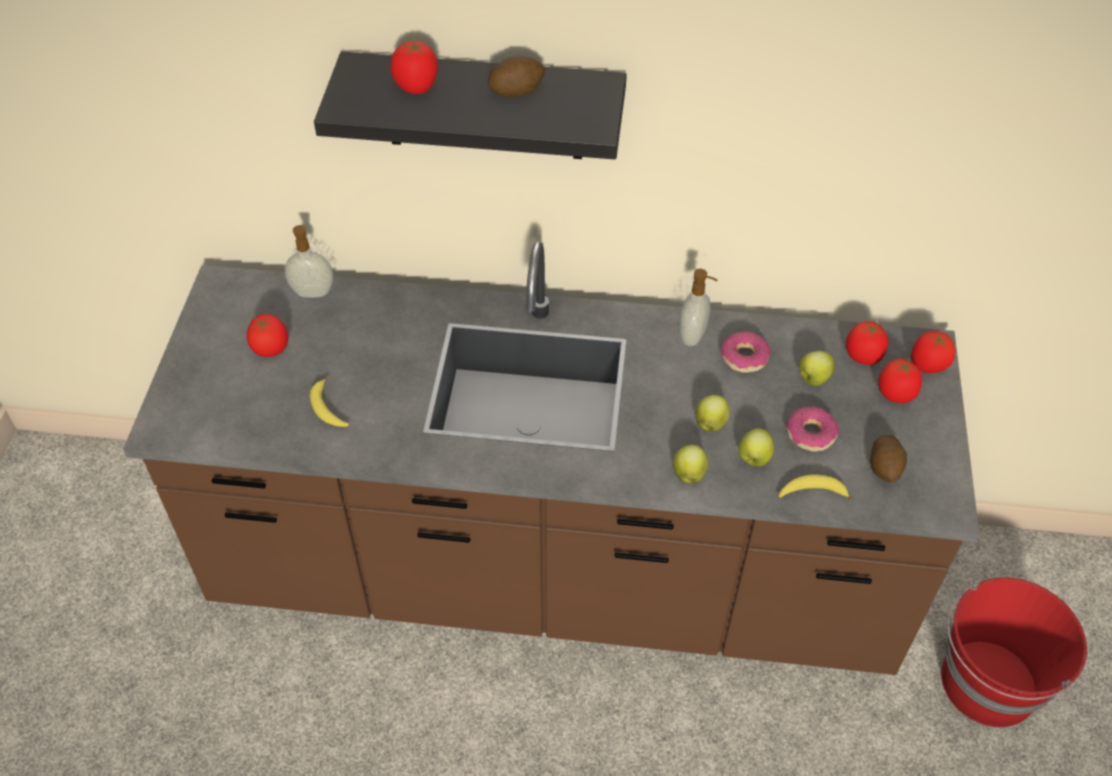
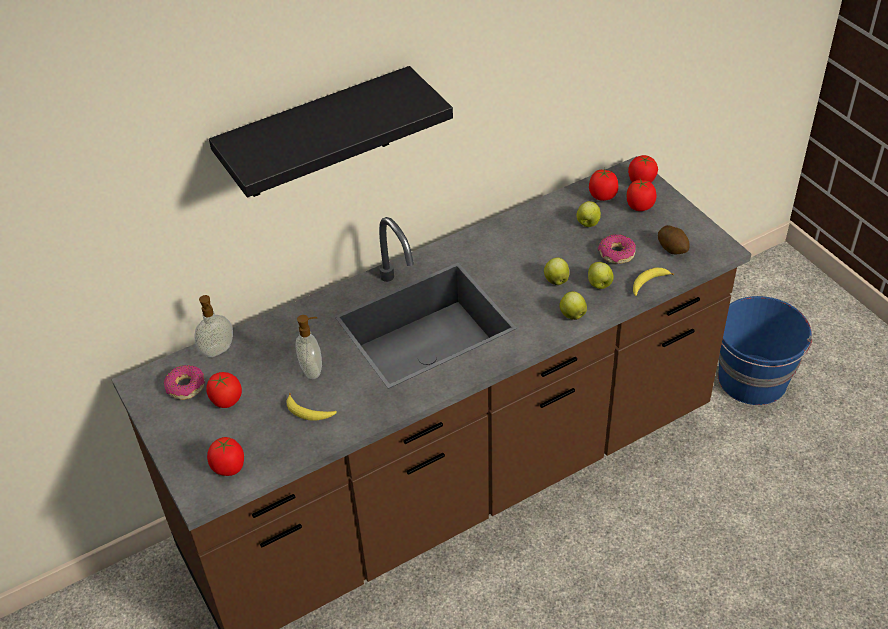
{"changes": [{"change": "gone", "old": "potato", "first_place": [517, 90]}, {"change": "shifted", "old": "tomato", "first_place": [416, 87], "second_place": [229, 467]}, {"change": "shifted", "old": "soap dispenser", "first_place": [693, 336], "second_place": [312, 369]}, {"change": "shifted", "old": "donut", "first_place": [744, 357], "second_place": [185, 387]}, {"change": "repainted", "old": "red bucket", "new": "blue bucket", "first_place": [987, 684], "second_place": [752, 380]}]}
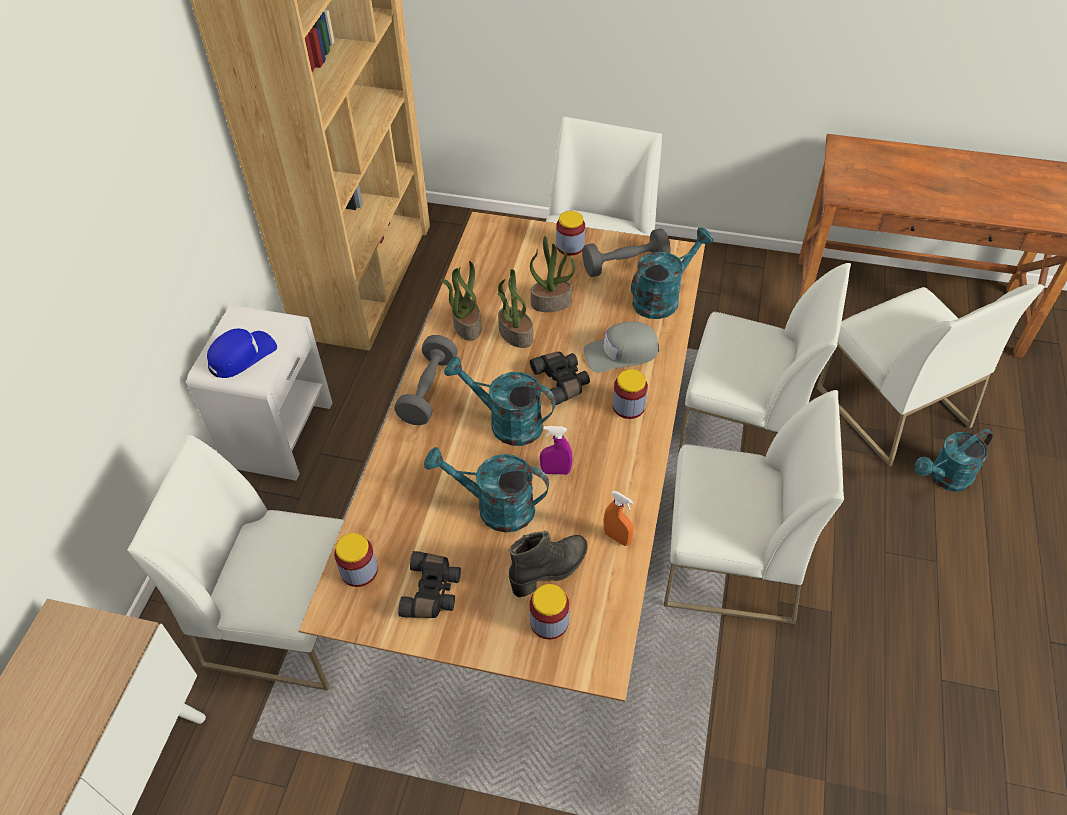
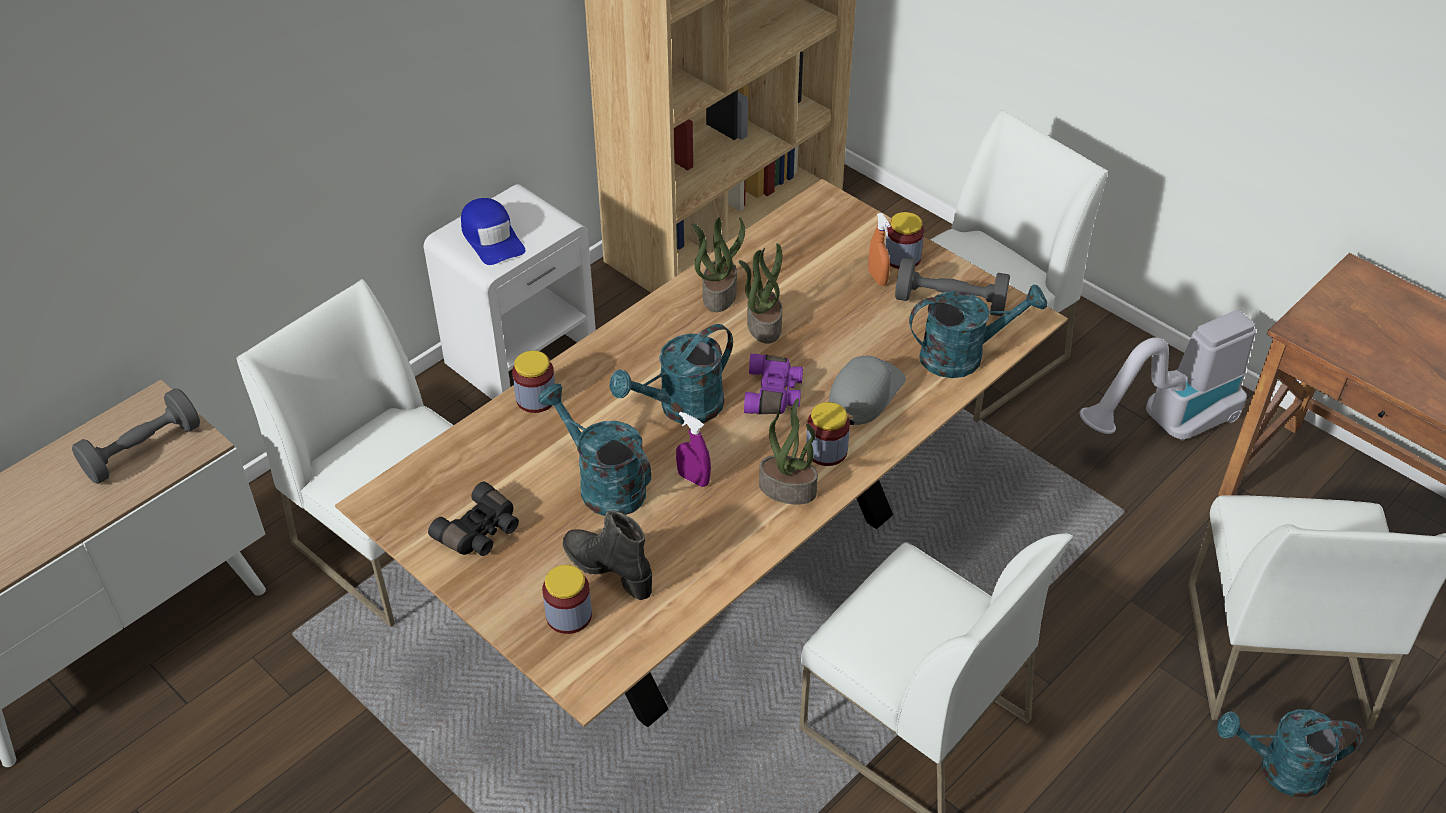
{"changes": [{"change": "gone", "old": "white chair", "first_place": [743, 428]}, {"change": "new", "new": "vacuum cleaner", "second_place": [1165, 426]}, {"change": "shifted", "old": "jar", "first_place": [359, 570], "second_place": [536, 398]}, {"change": "shifted", "old": "grey dumbbell", "first_place": [428, 391], "second_place": [143, 450]}, {"change": "shifted", "old": "potted plant", "first_place": [551, 302], "second_place": [788, 488]}, {"change": "shifted", "old": "orange spray bottle", "first_place": [617, 537], "second_place": [877, 278]}, {"change": "repainted", "old": "black binoculars", "new": "purple binoculars", "first_place": [562, 381], "second_place": [774, 394]}, {"change": "rotated", "old": "blue cap", "first_place": [242, 355], "second_place": [492, 238], "degrees": 75}, {"change": "rotated", "old": "turquoise watering can", "first_place": [506, 422], "second_place": [681, 408], "degrees": -90}, {"change": "rotated", "old": "black boot", "first_place": [550, 571], "second_place": [609, 569], "degrees": -135}, {"change": "rotated", "old": "grey cap", "first_place": [621, 353], "second_place": [865, 393], "degrees": 105}]}
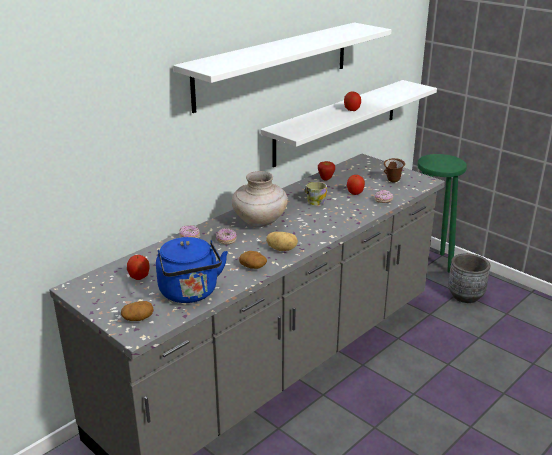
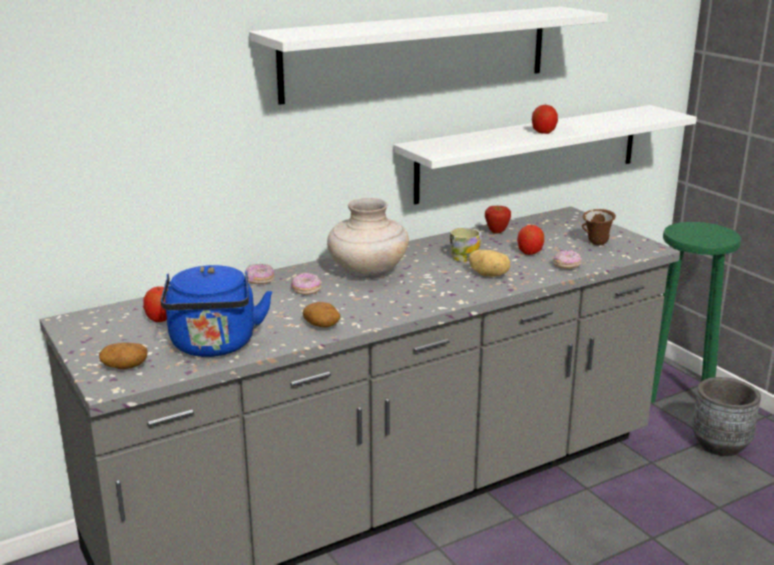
{"changes": [{"change": "shifted", "old": "potato", "first_place": [282, 249], "second_place": [489, 275]}]}
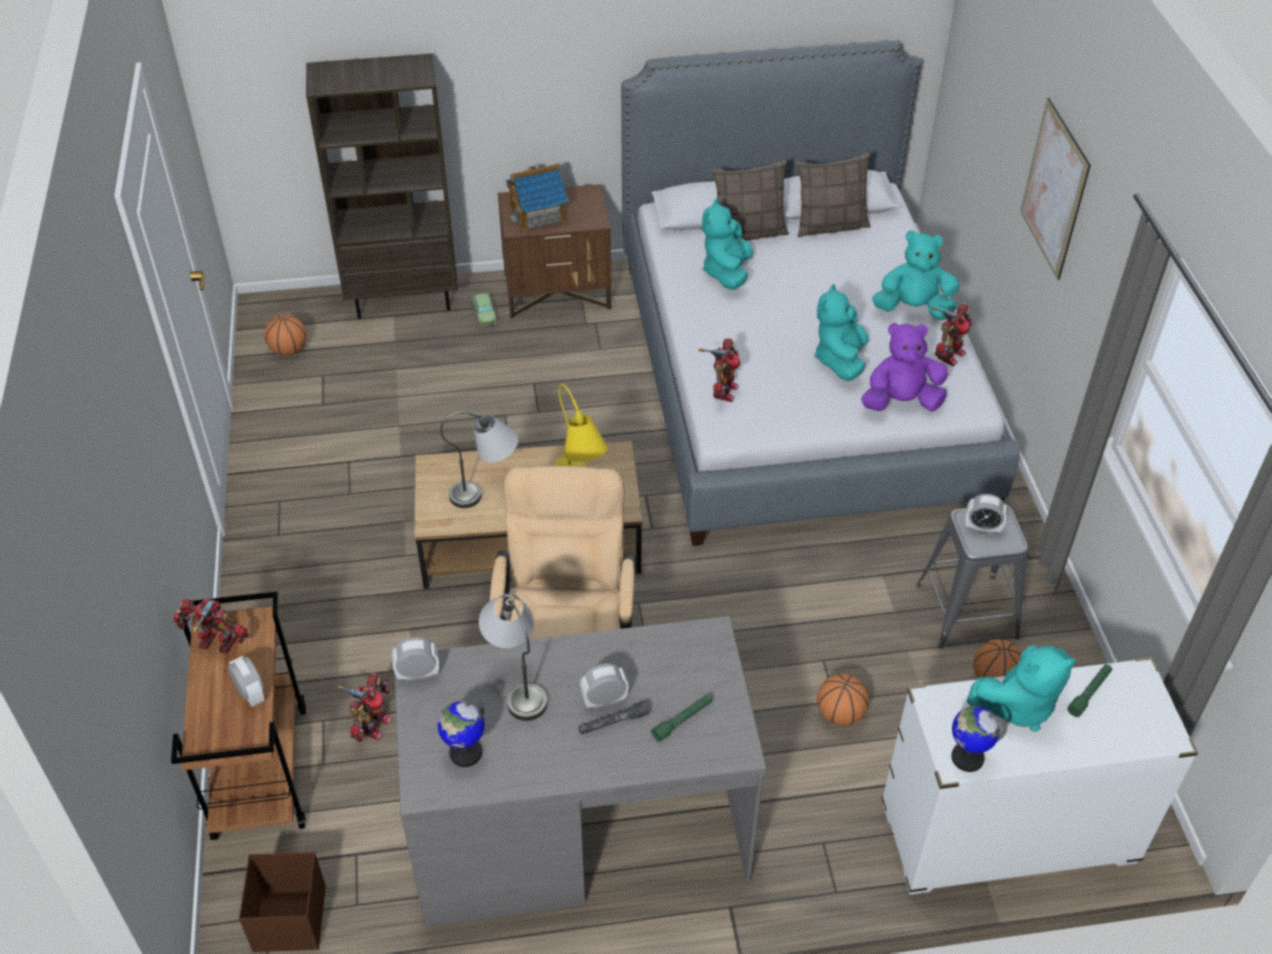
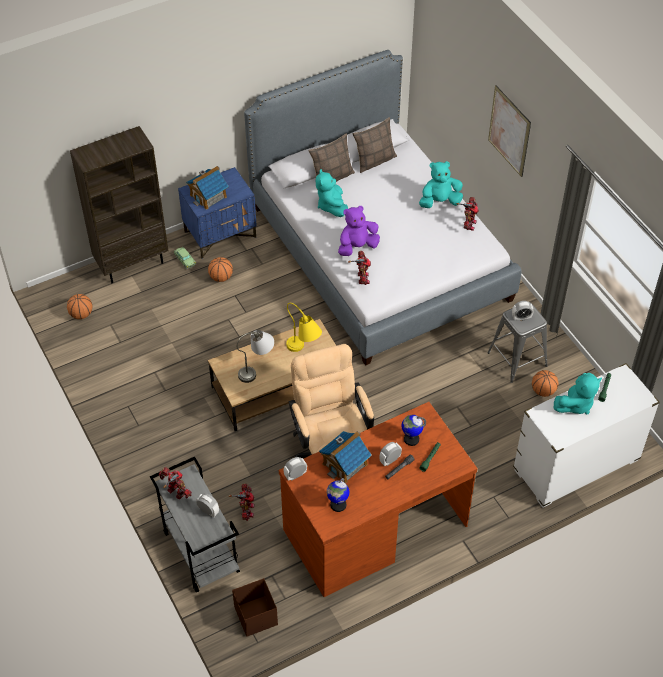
{"changes": [{"change": "gone", "old": "turquoise plush toy", "first_place": [840, 360]}, {"change": "shifted", "old": "basketball", "first_place": [840, 714], "second_place": [221, 277]}, {"change": "shifted", "old": "purple plush toy", "first_place": [901, 402], "second_place": [357, 247]}, {"change": "shifted", "old": "globe", "first_place": [967, 757], "second_place": [411, 439]}, {"change": "swapped", "old": "grey table lamp", "new": "toy house", "first_place": [518, 682], "second_place": [345, 464]}, {"change": "repainted", "old": "brown cart", "new": "grey cart", "first_place": [259, 770], "second_place": [200, 551]}, {"change": "repainted", "old": "grey desk", "new": "brown desk", "first_place": [578, 826], "second_place": [374, 527]}, {"change": "repainted", "old": "brown nightstand", "new": "blue nightstand", "first_place": [558, 292], "second_place": [220, 234]}, {"change": "rotated", "old": "toy robot", "first_place": [217, 644], "second_place": [176, 492], "degrees": 45}]}
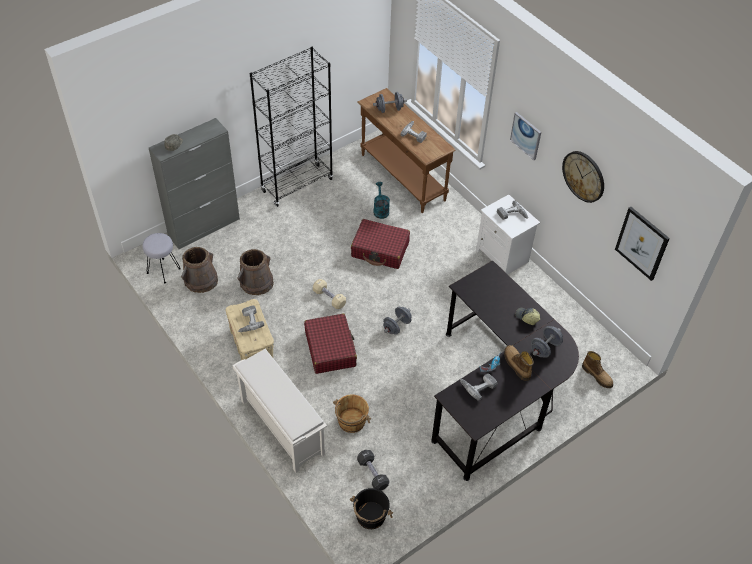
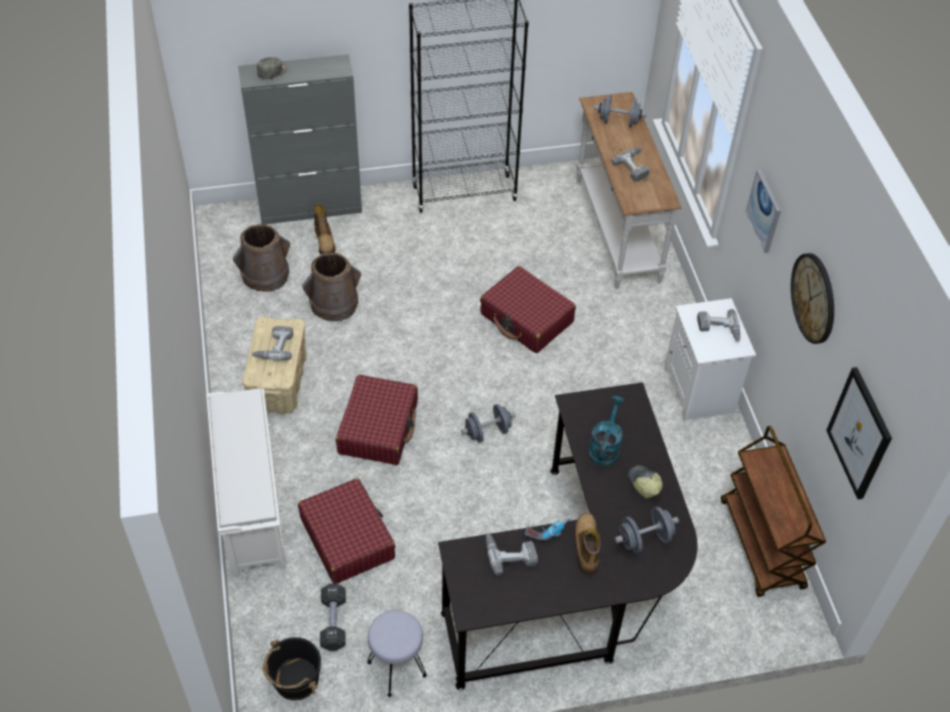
{"changes": [{"change": "gone", "old": "beige dumbbell", "first_place": [329, 298]}, {"change": "new", "new": "brown cart", "second_place": [762, 545]}, {"change": "shifted", "old": "grey stool", "first_place": [163, 270], "second_place": [397, 668]}, {"change": "shifted", "old": "turquoise watering can", "first_place": [380, 210], "second_place": [604, 447]}, {"change": "shifted", "old": "boot", "first_place": [597, 375], "second_place": [325, 241]}, {"change": "swapped", "old": "brown bucket", "new": "red suitcase", "first_place": [351, 421], "second_place": [347, 538]}, {"change": "repainted", "old": "brown console table", "new": "white console table", "first_place": [402, 177], "second_place": [615, 230]}]}
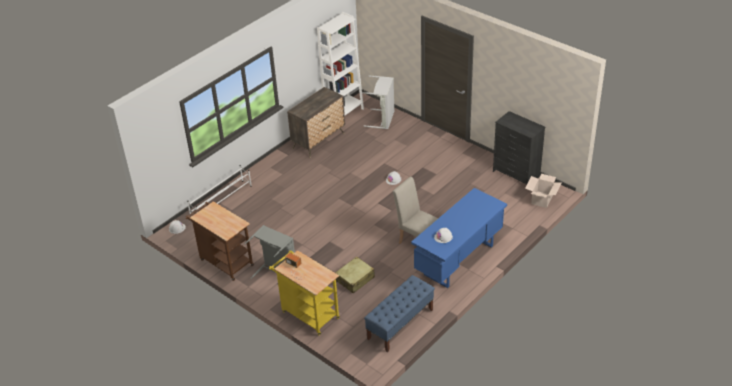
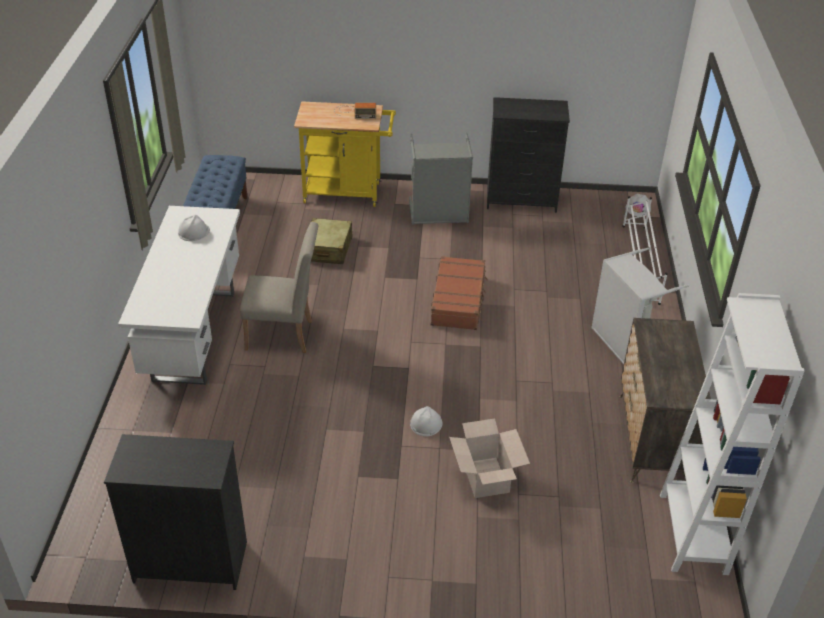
{"changes": [{"change": "new", "new": "brown suitcase", "second_place": [458, 301]}, {"change": "shifted", "old": "grey laundry basket", "first_place": [383, 119], "second_place": [623, 343]}, {"change": "shifted", "old": "cardboard box", "first_place": [542, 199], "second_place": [485, 477]}, {"change": "swapped", "old": "brown cart", "new": "black dresser", "first_place": [224, 261], "second_place": [521, 200]}, {"change": "repainted", "old": "blue desk", "new": "white desk", "first_place": [459, 260], "second_place": [194, 335]}]}
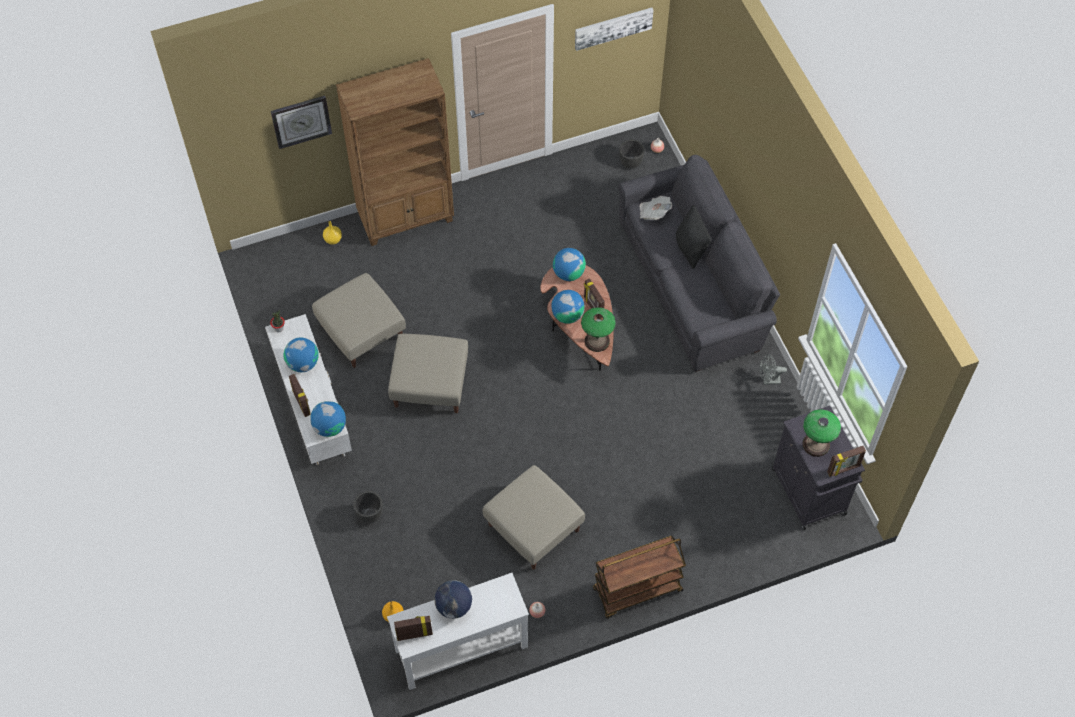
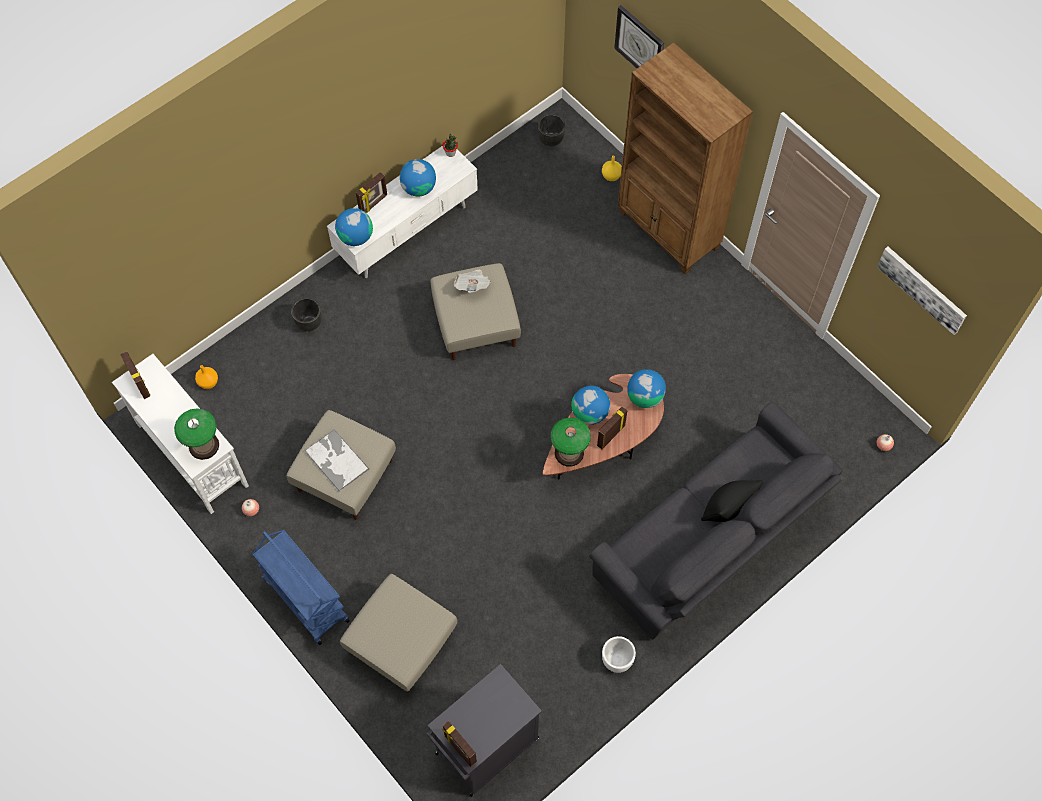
{"changes": [{"change": "gone", "old": "globe", "first_place": [454, 606]}, {"change": "new", "new": "tray", "second_place": [336, 460]}, {"change": "shifted", "old": "beige ottoman", "first_place": [362, 332], "second_place": [401, 643]}, {"change": "shifted", "old": "black planter", "first_place": [631, 163], "second_place": [551, 140]}, {"change": "shifted", "old": "newspaper", "first_place": [654, 213], "second_place": [472, 286]}, {"change": "shifted", "old": "table lamp", "first_place": [816, 444], "second_place": [203, 446]}, {"change": "swapped", "old": "grey fan", "new": "white planter", "first_place": [768, 380], "second_place": [617, 661]}, {"change": "repainted", "old": "brown cart", "new": "blue cart", "first_place": [637, 591], "second_place": [305, 599]}]}
